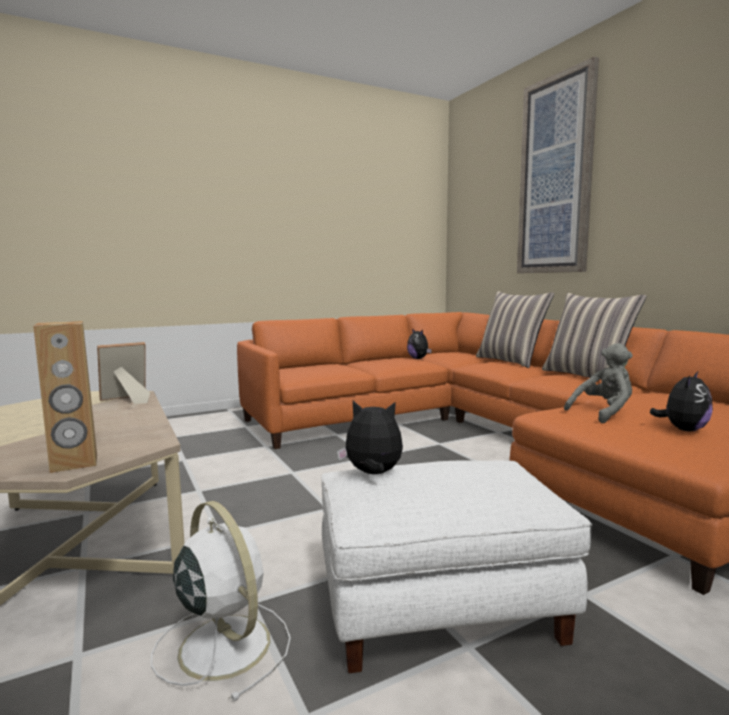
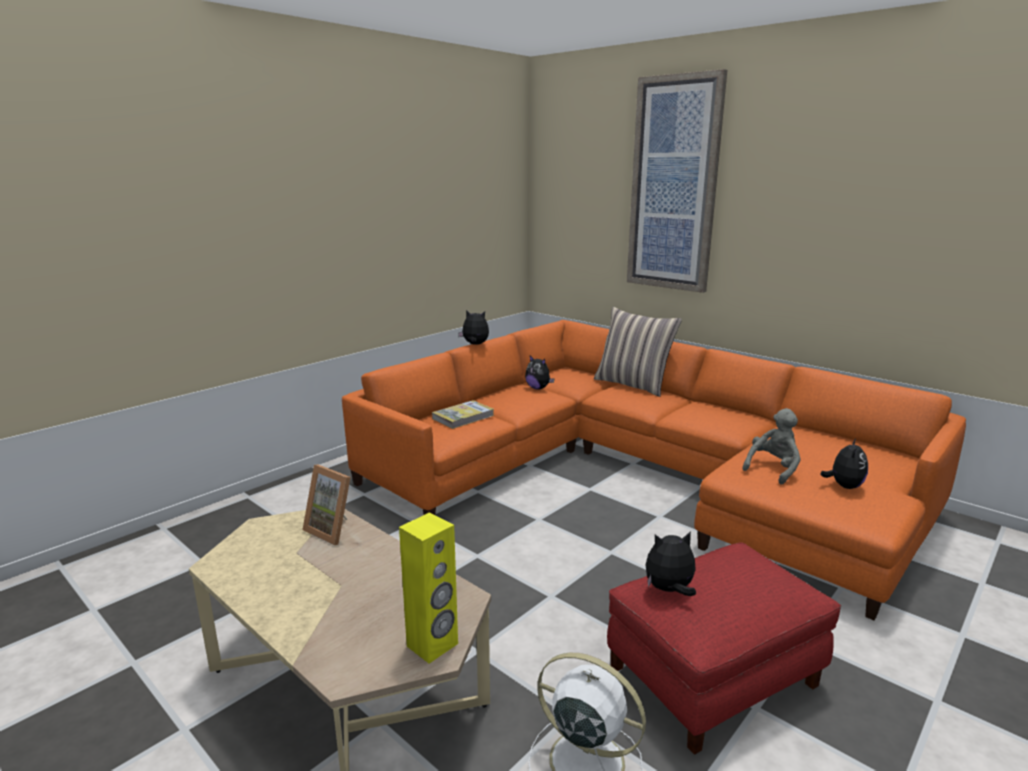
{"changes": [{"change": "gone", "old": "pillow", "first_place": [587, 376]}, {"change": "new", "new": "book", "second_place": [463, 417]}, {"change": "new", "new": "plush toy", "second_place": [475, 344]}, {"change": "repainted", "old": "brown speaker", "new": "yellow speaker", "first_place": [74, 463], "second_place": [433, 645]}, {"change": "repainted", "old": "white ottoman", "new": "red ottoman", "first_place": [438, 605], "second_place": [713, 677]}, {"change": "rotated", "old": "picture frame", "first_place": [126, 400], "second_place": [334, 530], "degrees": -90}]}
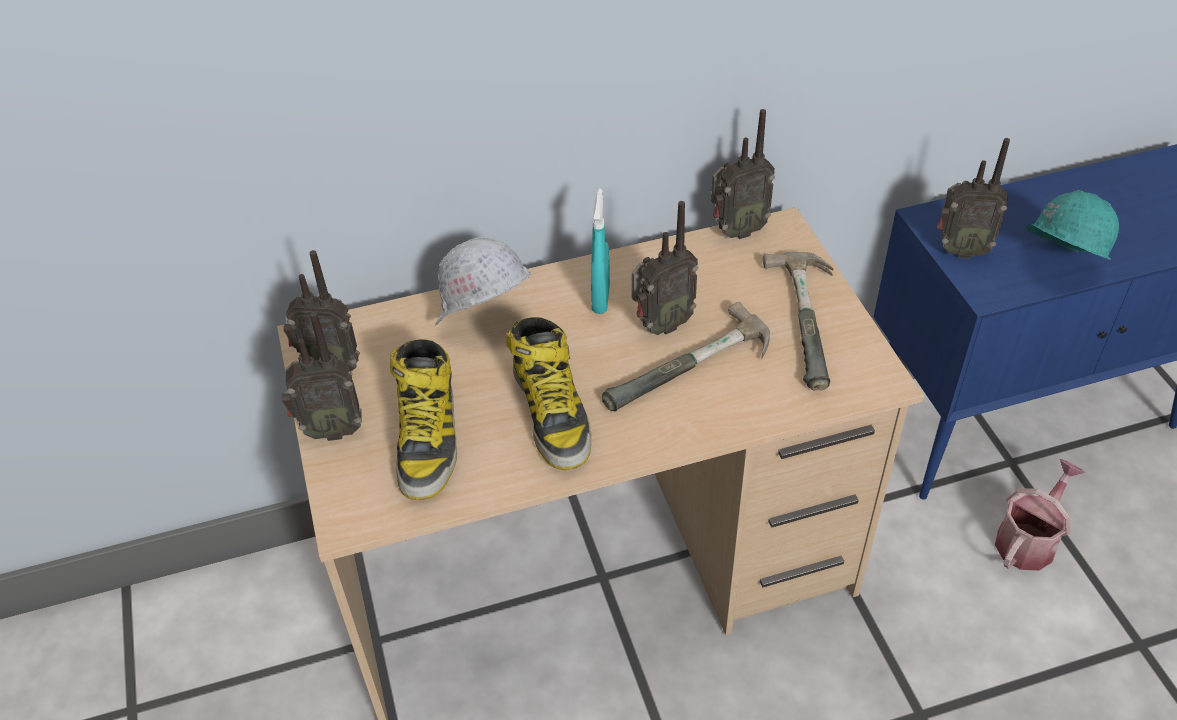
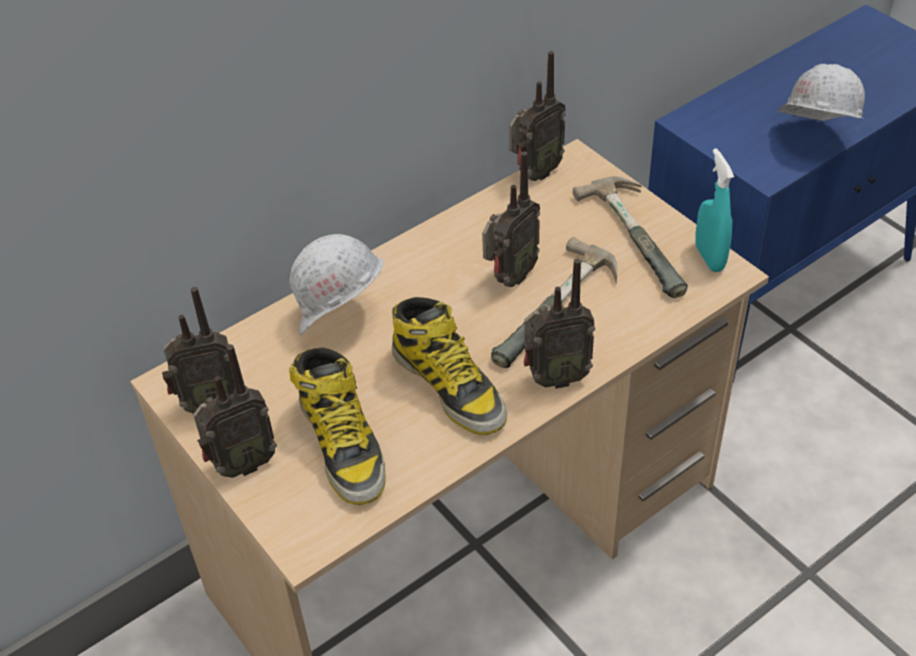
{"changes": [{"change": "gone", "old": "watering can", "first_place": [1029, 539]}, {"change": "shifted", "old": "turquoise spray bottle", "first_place": [600, 299], "second_place": [709, 257]}, {"change": "shifted", "old": "radio", "first_place": [960, 250], "second_place": [554, 377]}, {"change": "repainted", "old": "turquoise hard hat", "new": "white hard hat", "first_place": [1057, 268], "second_place": [814, 138]}]}
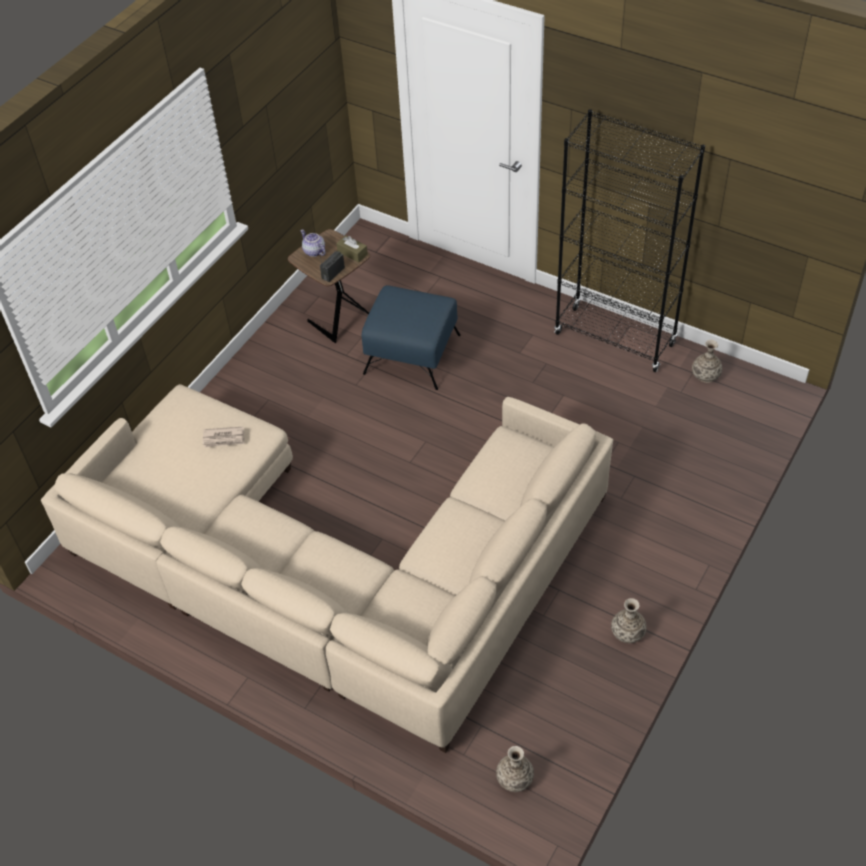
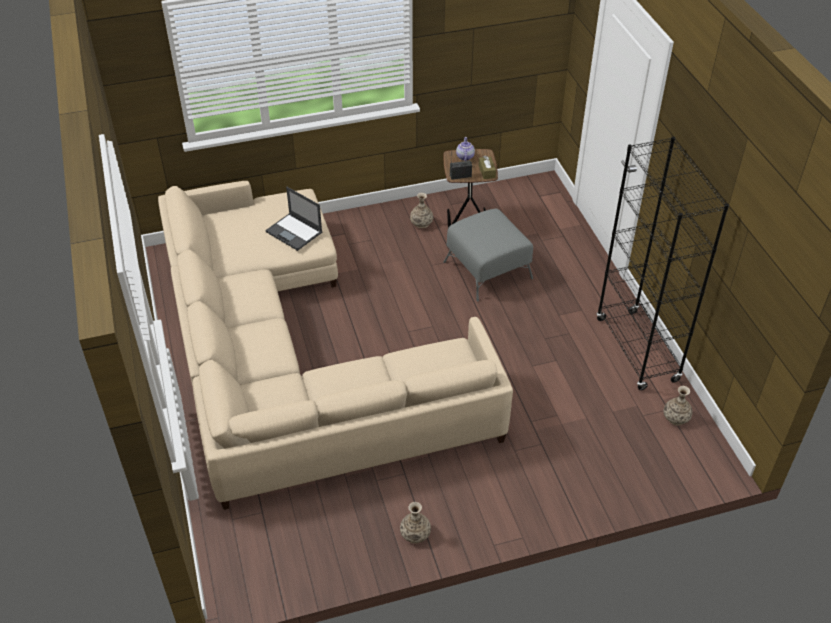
{"changes": [{"change": "shifted", "old": "vase", "first_place": [515, 778], "second_place": [421, 223]}, {"change": "swapped", "old": "newspaper", "new": "laptop", "first_place": [224, 438], "second_place": [294, 232]}, {"change": "repainted", "old": "blue ottoman", "new": "grey ottoman", "first_place": [412, 354], "second_place": [487, 270]}]}
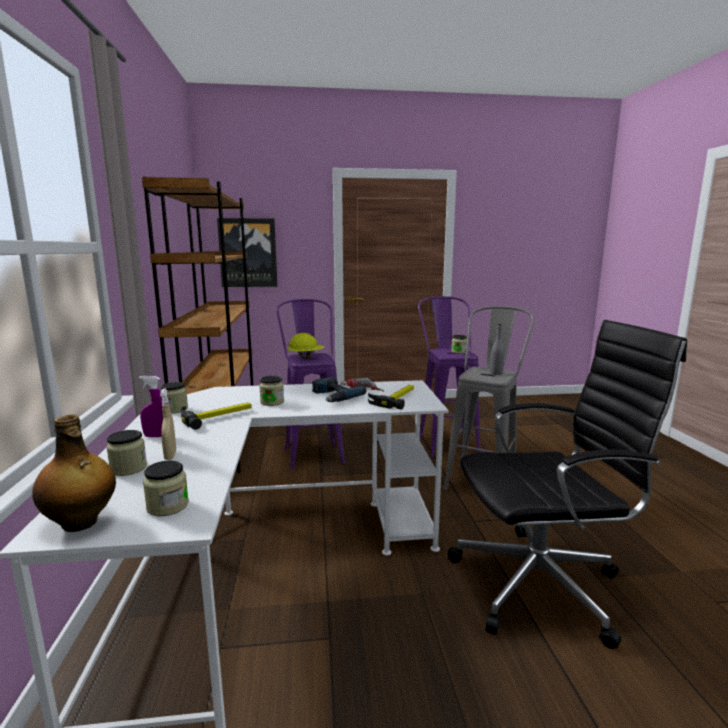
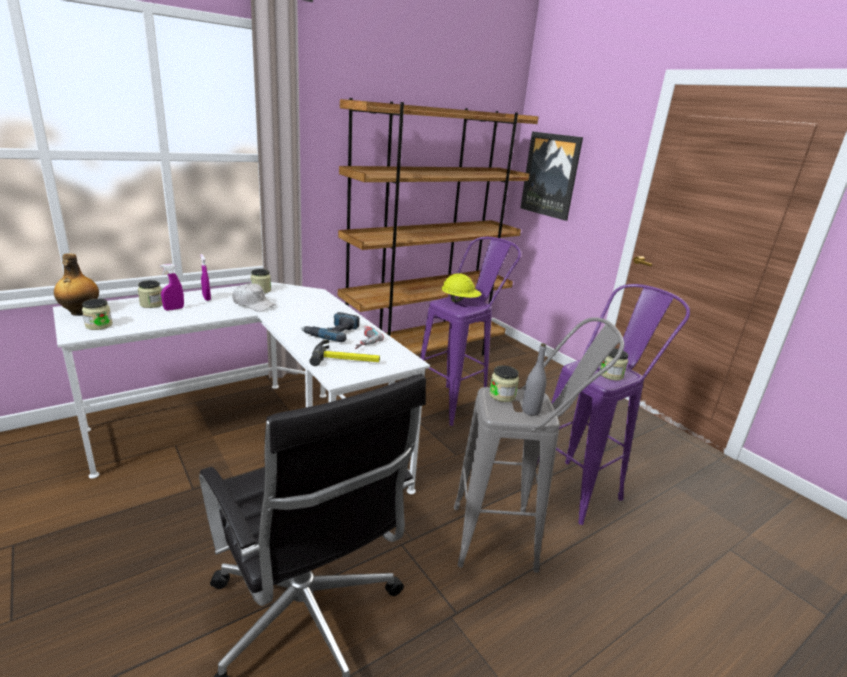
{"changes": [{"change": "shifted", "old": "jar", "first_place": [272, 402], "second_place": [502, 395]}, {"change": "swapped", "old": "hammer", "new": "white cap", "first_place": [217, 416], "second_place": [254, 304]}, {"change": "repainted", "old": "beige spray bottle", "new": "purple spray bottle", "first_place": [170, 455], "second_place": [174, 309]}]}
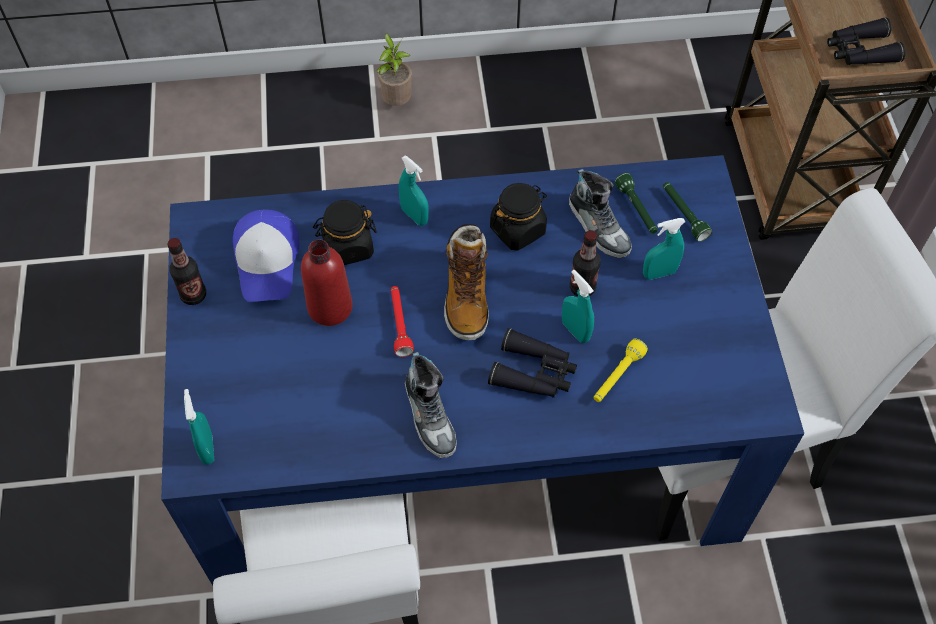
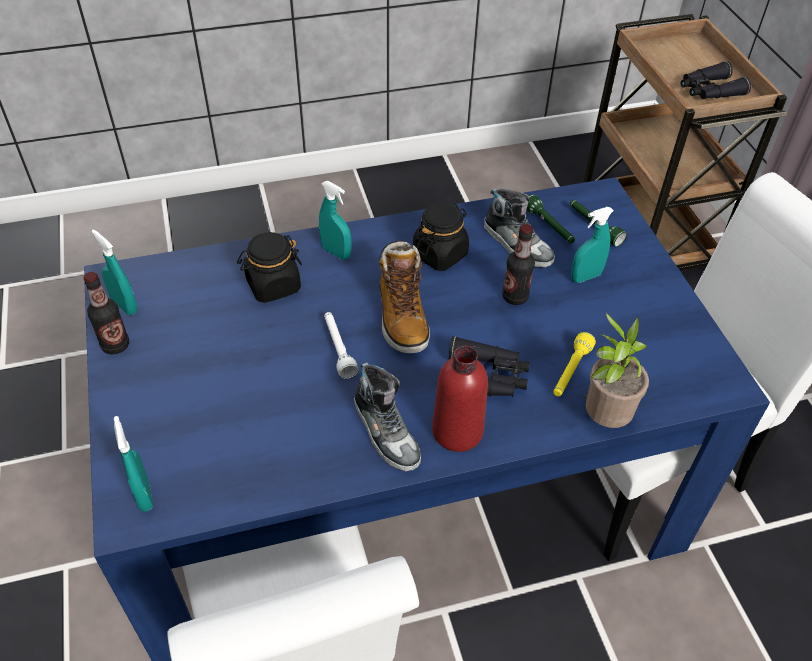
{"changes": [{"change": "gone", "old": "cap", "first_place": [268, 262]}, {"change": "shifted", "old": "red bottle", "first_place": [330, 307], "second_place": [457, 431]}, {"change": "shifted", "old": "potted plant", "first_place": [396, 102], "second_place": [603, 417]}, {"change": "shifted", "old": "turquoise spray bottle", "first_place": [575, 331], "second_place": [124, 306]}, {"change": "repainted", "old": "red flashlight", "new": "white flashlight", "first_place": [400, 324], "second_place": [338, 349]}]}
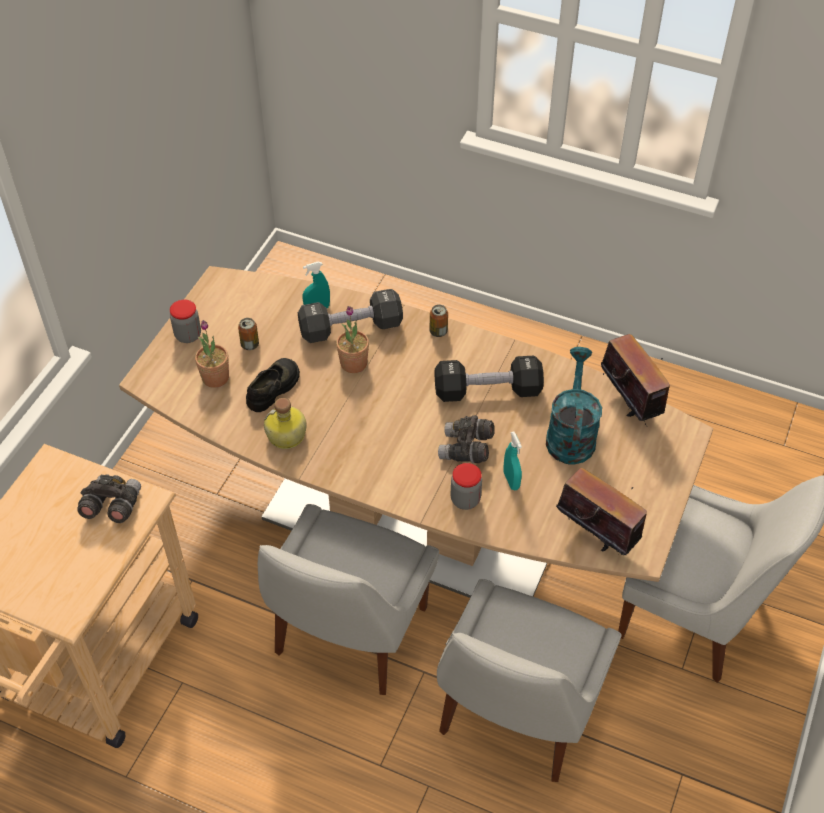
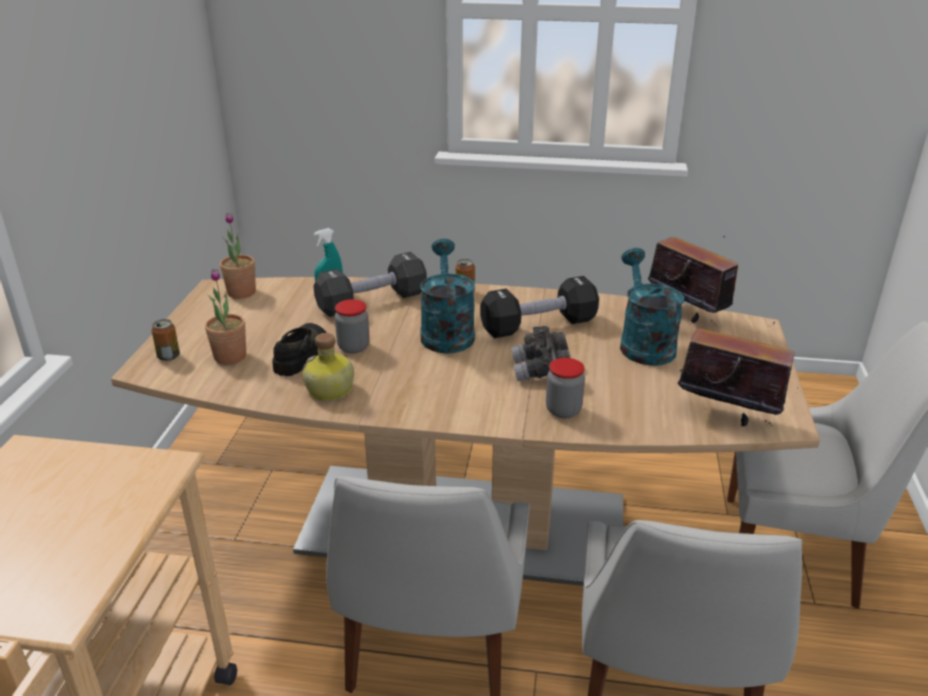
{"changes": [{"change": "gone", "old": "grey binoculars", "first_place": [112, 506]}, {"change": "gone", "old": "turquoise spray bottle", "first_place": [511, 480]}, {"change": "new", "new": "turquoise watering can", "second_place": [446, 332]}, {"change": "shifted", "old": "jar", "first_place": [188, 335], "second_place": [353, 347]}, {"change": "shifted", "old": "can", "first_place": [250, 345], "second_place": [169, 356]}, {"change": "shifted", "old": "potted plant", "first_place": [353, 363], "second_place": [241, 292]}]}
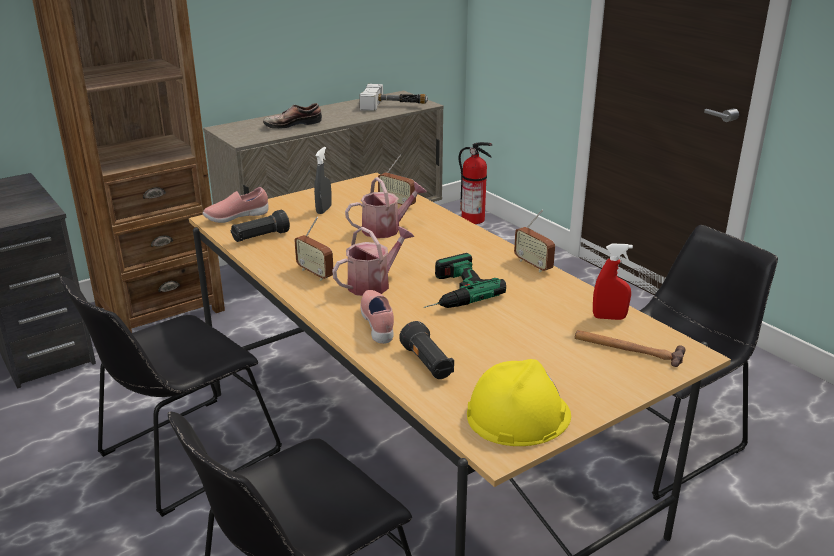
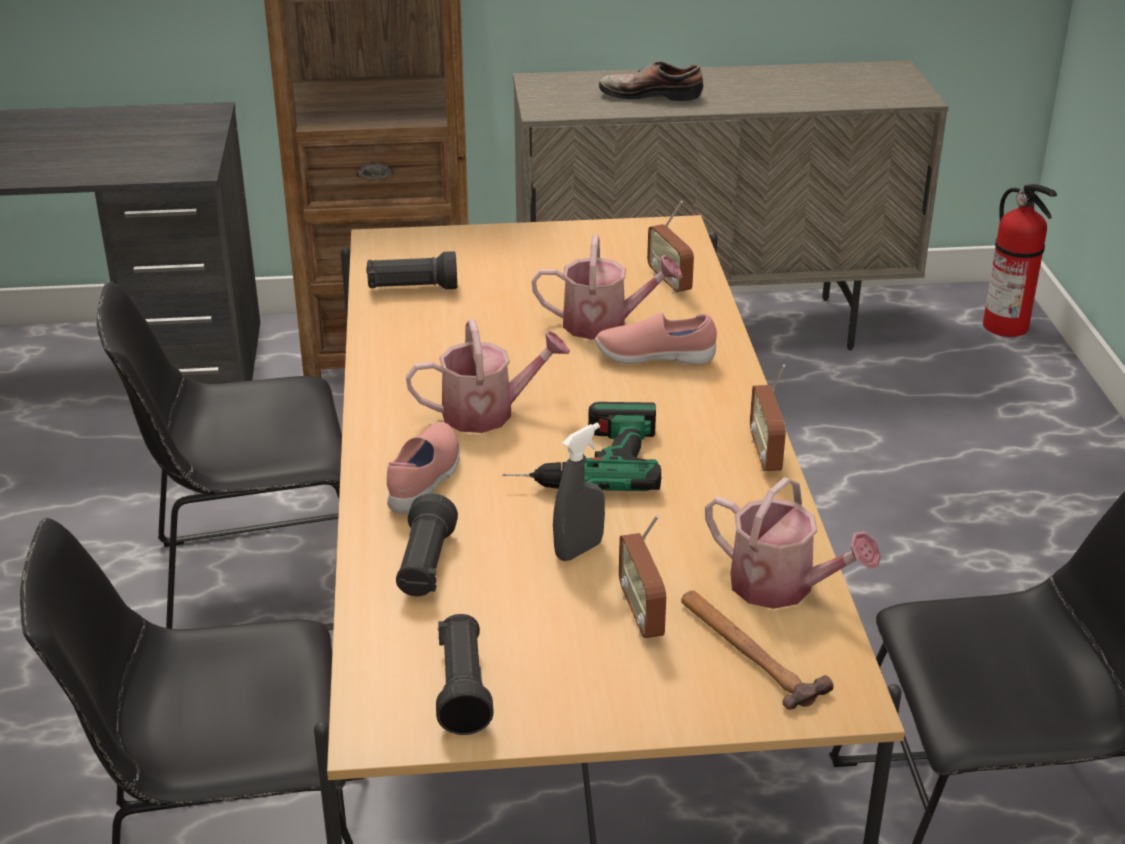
{"changes": [{"change": "gone", "old": "hammer", "first_place": [394, 105]}, {"change": "shifted", "old": "pink shoe", "first_place": [236, 217], "second_place": [654, 358]}, {"change": "shifted", "old": "radio", "first_place": [315, 273], "second_place": [642, 614]}, {"change": "shifted", "old": "grey spray bottle", "first_place": [324, 210], "second_place": [579, 550]}, {"change": "swapped", "old": "yellow hard hat", "new": "black flashlight", "first_place": [518, 414], "second_place": [463, 690]}, {"change": "swapped", "old": "red spray bottle", "new": "watering can", "first_place": [609, 317], "second_place": [782, 587]}]}
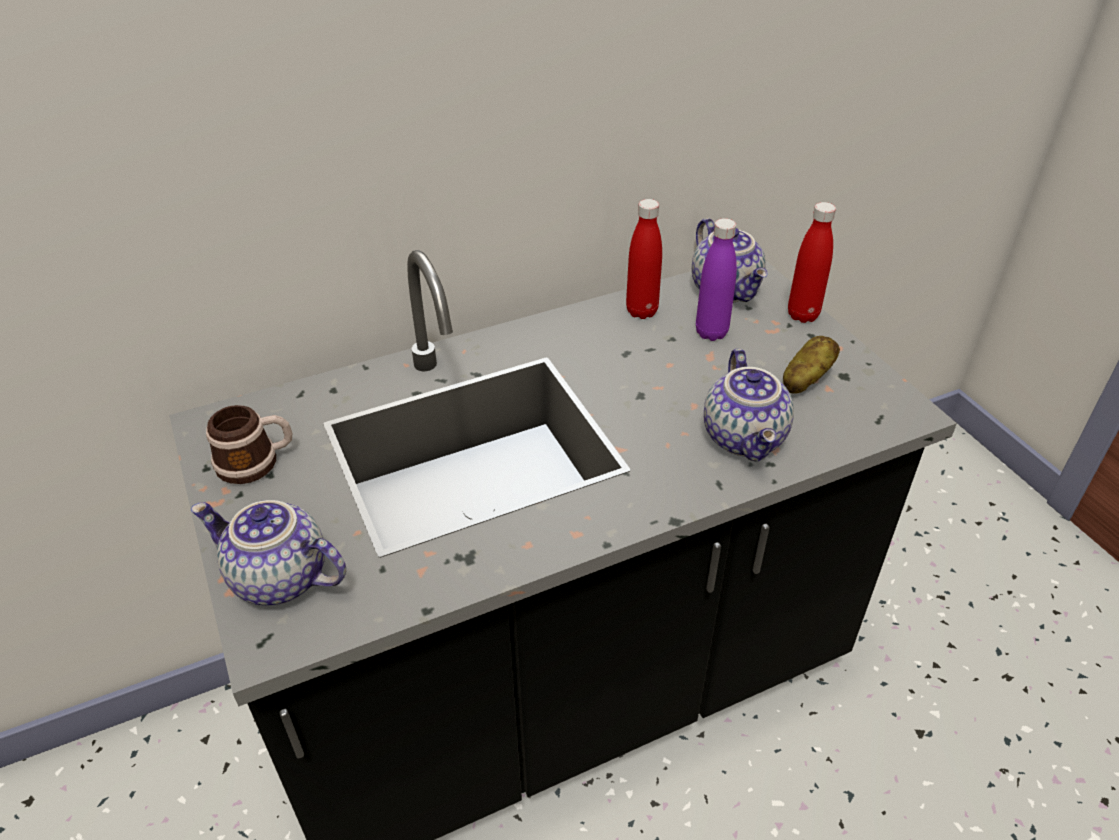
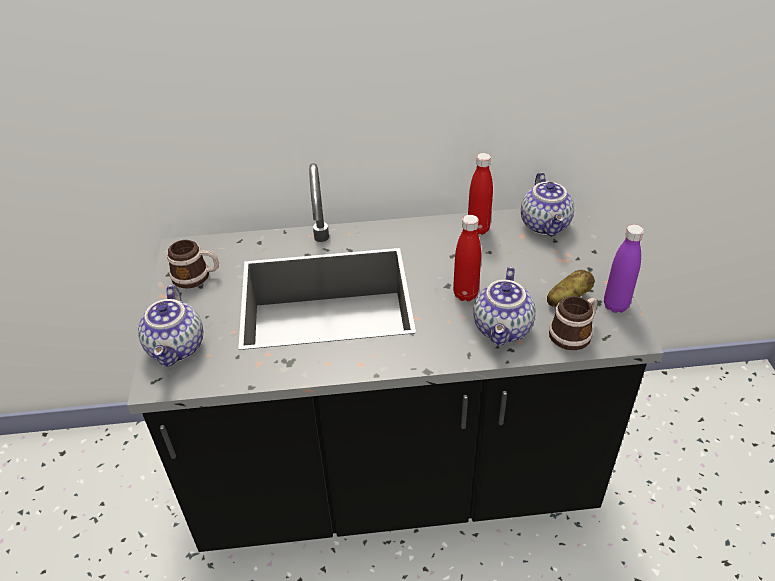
{"changes": [{"change": "new", "new": "mug", "second_place": [574, 333]}, {"change": "shifted", "old": "purple bottle", "first_place": [711, 333], "second_place": [615, 305]}, {"change": "shifted", "old": "red bottle", "first_place": [802, 315], "second_place": [465, 294]}, {"change": "rotated", "old": "teapot", "first_place": [277, 579], "second_place": [178, 348], "degrees": -135}]}
